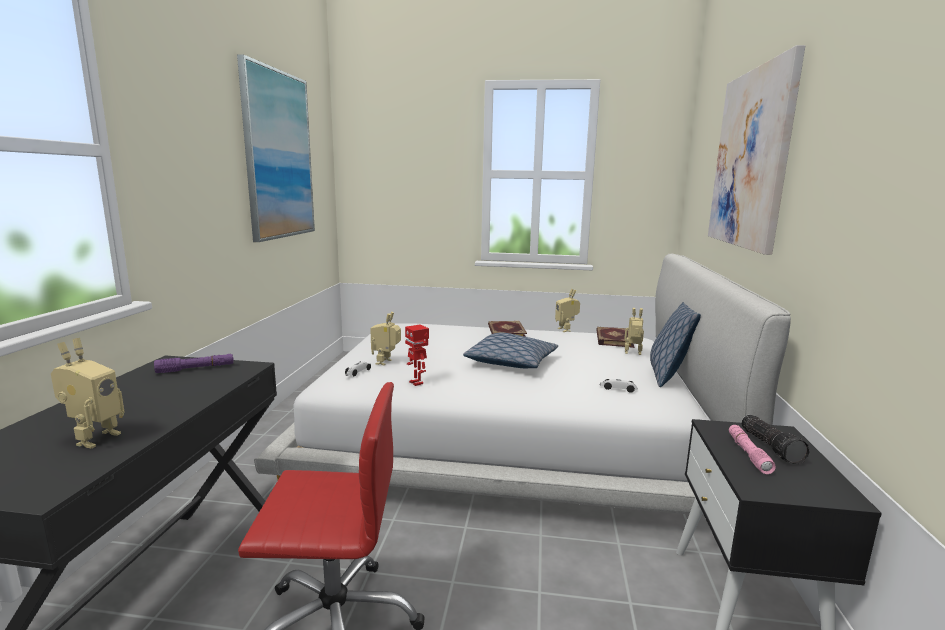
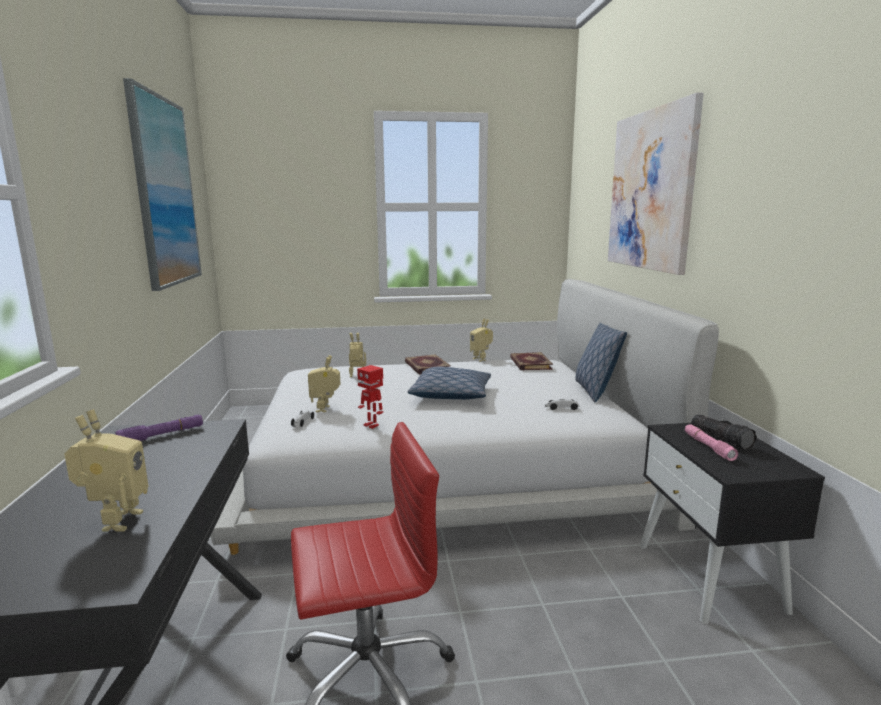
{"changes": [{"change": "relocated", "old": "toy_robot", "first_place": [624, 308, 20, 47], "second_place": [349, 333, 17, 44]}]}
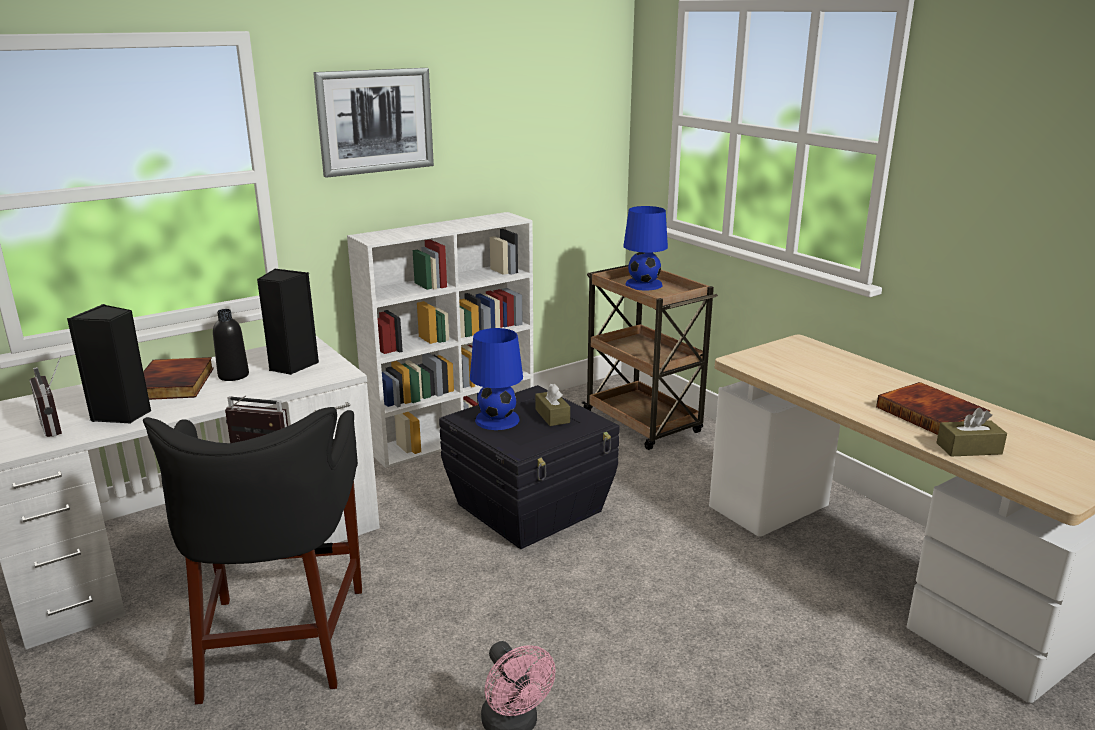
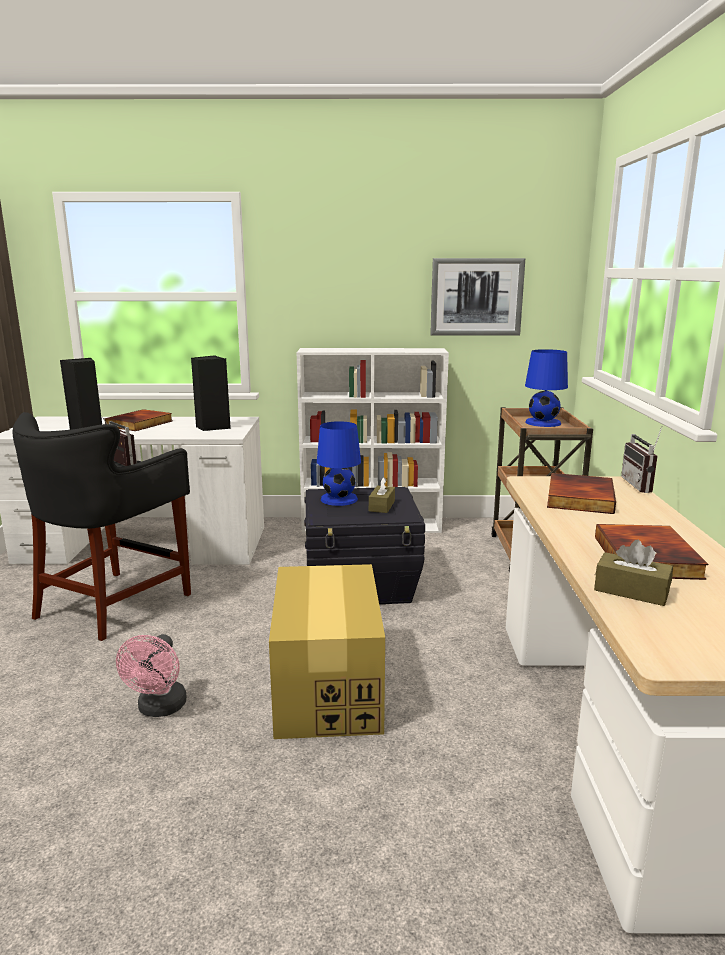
{"changes": [{"change": "relocated", "old": "radio_receiver", "first_place": [29, 356, 33, 81], "second_place": [621, 426, 41, 67]}, {"change": "missing", "old": "blackish_drink_bottle", "first_place": [213, 309, 36, 72]}, {"change": "relocated", "old": "wall_art", "first_place": [313, 68, 121, 110], "second_place": [430, 258, 95, 78]}, {"change": "appeared", "new": "packing_box", "second_place": [269, 564, 116, 175]}, {"change": "appeared", "new": "volume", "second_place": [547, 473, 69, 41]}]}
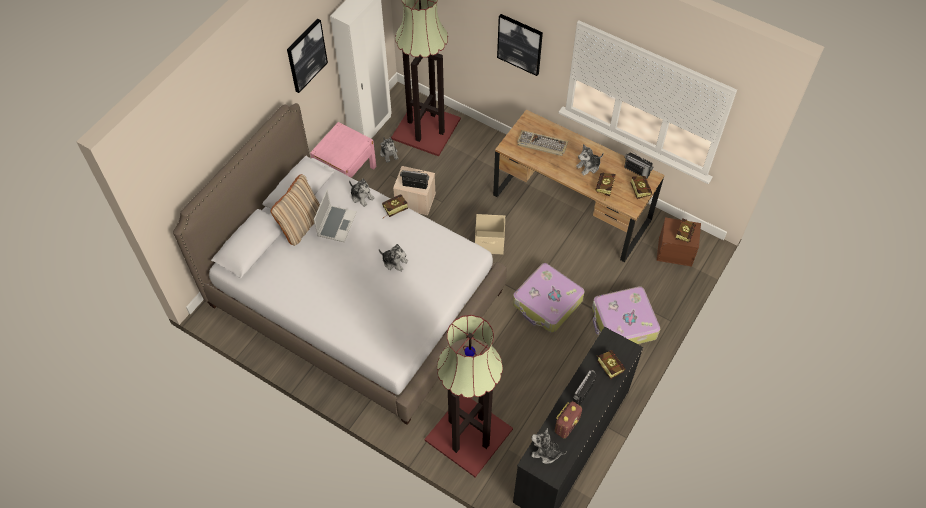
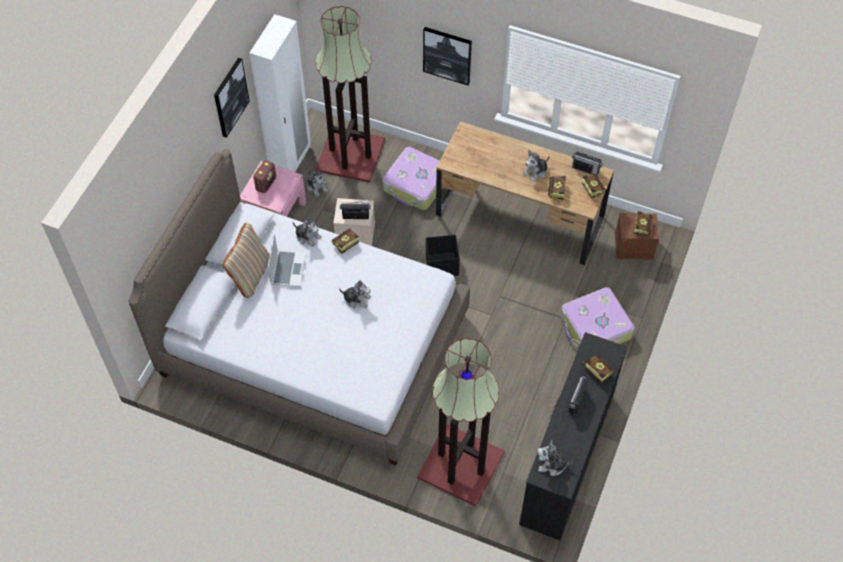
{"changes": [{"change": "colour", "old": "sand-coloured_storage_box", "new": "blackish_storage_box", "first_place": [475, 214, 30, 40], "second_place": [426, 235, 34, 41]}, {"change": "relocated", "old": "suitcase", "first_place": [513, 263, 72, 70], "second_place": [382, 147, 61, 63]}, {"change": "missing", "old": "computer_keyboard", "first_place": [517, 130, 51, 26]}, {"change": "relocated", "old": "radio_receiver", "first_place": [555, 401, 27, 37], "second_place": [253, 160, 23, 33]}]}
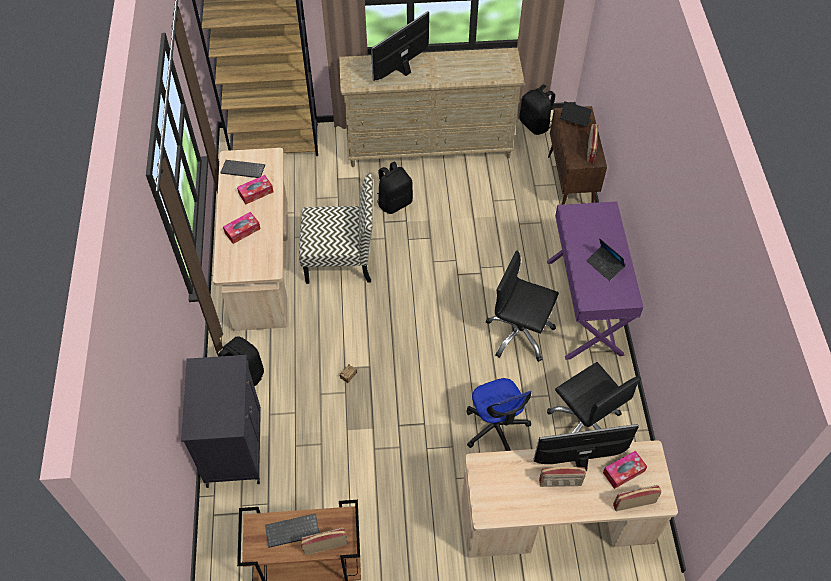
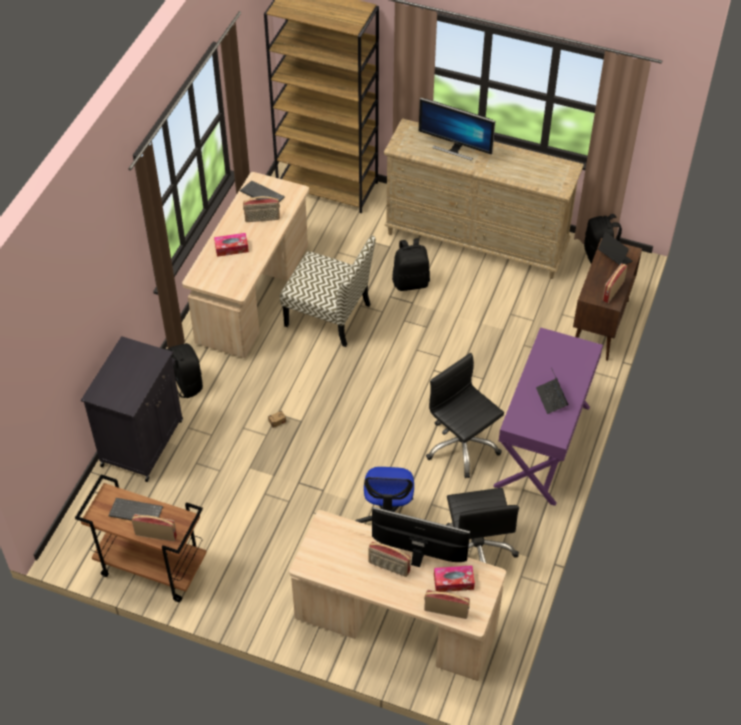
{"changes": [{"change": "exchanged", "old": "tissue_box", "new": "radio_receiver", "first_place": [237, 175, 36, 29], "second_place": [243, 196, 37, 26]}, {"change": "spun", "old": "computer_screen", "first_place": [371, 11, 58, 70], "second_place": [419, 97, 77, 64], "degrees": -135}]}
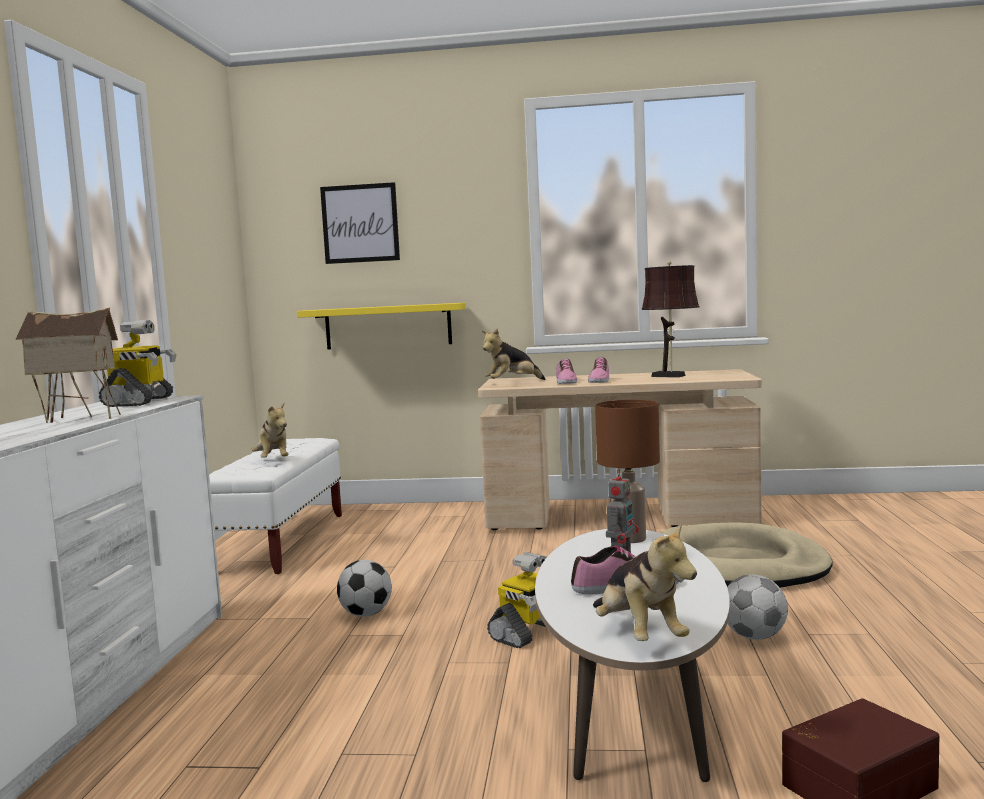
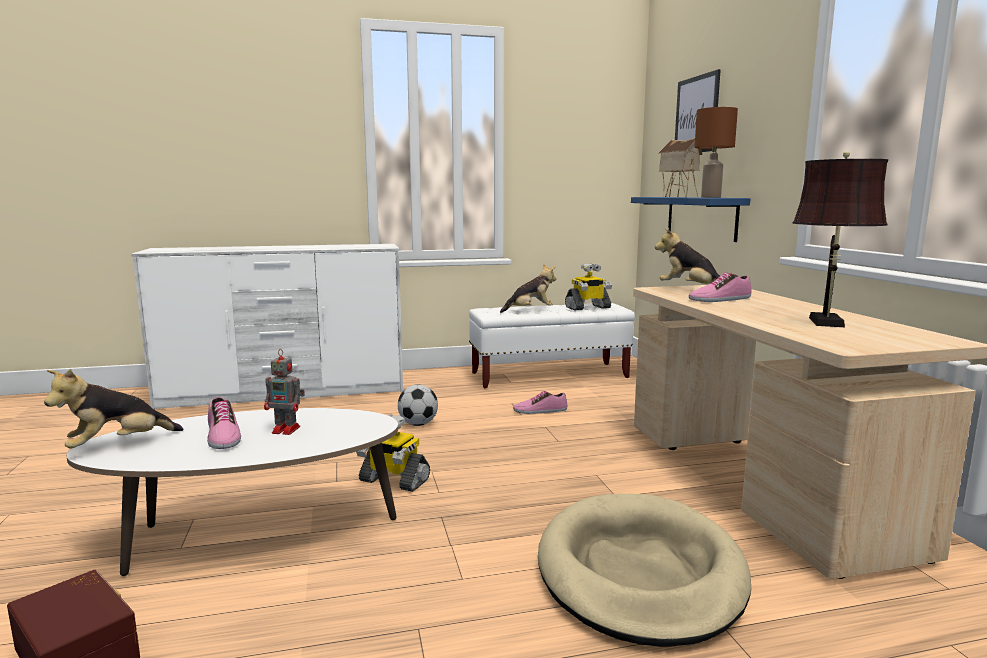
{"changes": [{"change": "relocated", "old": "model_house", "first_place": [15, 307, 106, 116], "second_place": [659, 138, 43, 59]}, {"change": "relocated", "old": "toy_robot", "first_place": [99, 320, 77, 87], "second_place": [565, 263, 47, 47]}, {"change": "spun", "old": "cuddly_toy", "first_place": [252, 402, 36, 56], "second_place": [500, 264, 56, 49], "degrees": -150}, {"change": "colour", "old": "yellowish_shelf", "new": "bluish_shelf", "first_place": [297, 303, 168, 47], "second_place": [631, 197, 119, 45]}, {"change": "relocated", "old": "item_of_footwear", "first_place": [588, 357, 21, 26], "second_place": [513, 391, 54, 23]}, {"change": "relocated", "old": "brown-coloured_lamp_for_a_table", "first_place": [595, 400, 65, 143], "second_place": [695, 107, 43, 91]}, {"change": "missing", "old": "football", "first_place": [727, 574, 61, 66]}]}
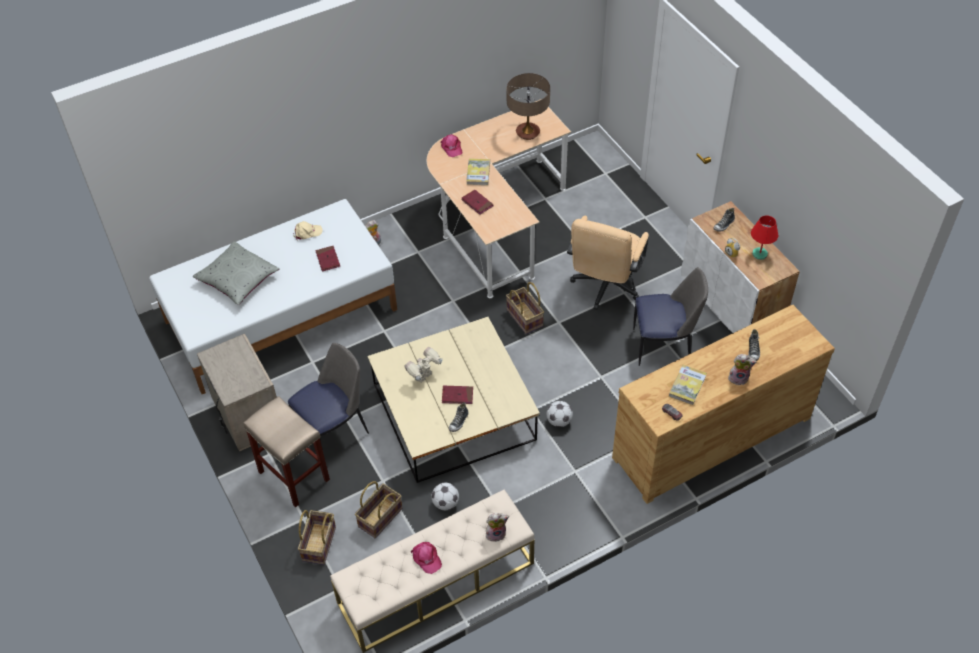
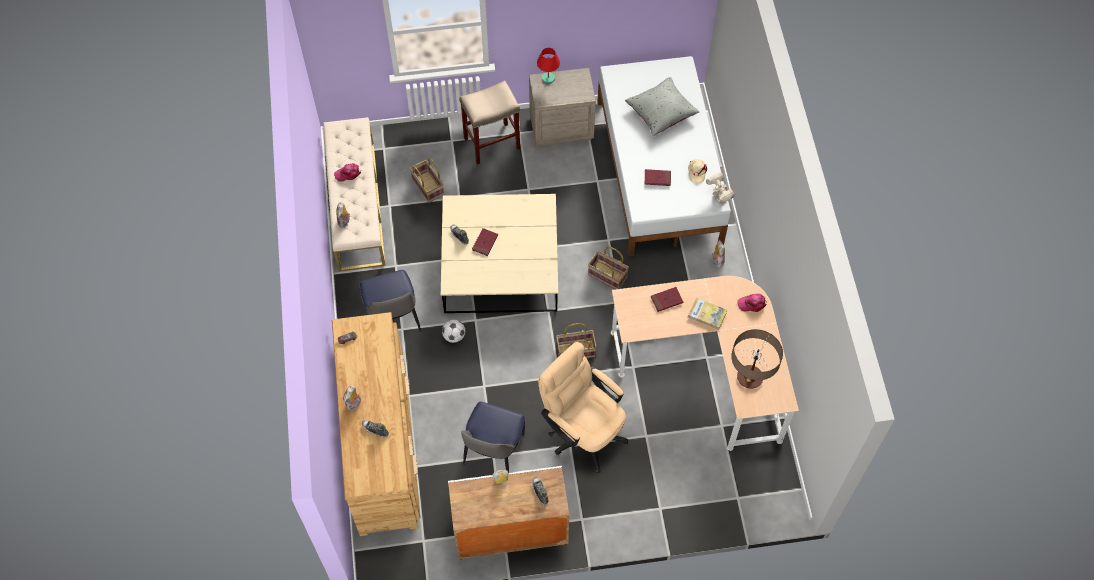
{"changes": [{"change": "relocated", "old": "plain_chair", "first_place": [288, 343, 81, 107], "second_place": [359, 270, 62, 62]}, {"change": "relocated", "old": "storage_basket", "first_place": [298, 510, 38, 55], "second_place": [588, 247, 41, 42]}, {"change": "relocated", "old": "toy_robot", "first_place": [404, 347, 39, 36], "second_place": [706, 172, 29, 32]}, {"change": "missing", "old": "football", "first_place": [431, 483, 28, 27]}, {"change": "missing", "old": "volume", "first_place": [669, 365, 38, 40]}, {"change": "relocated", "old": "reddish_lamp_for_a_table", "first_place": [751, 216, 27, 44], "second_place": [537, 48, 23, 36]}]}
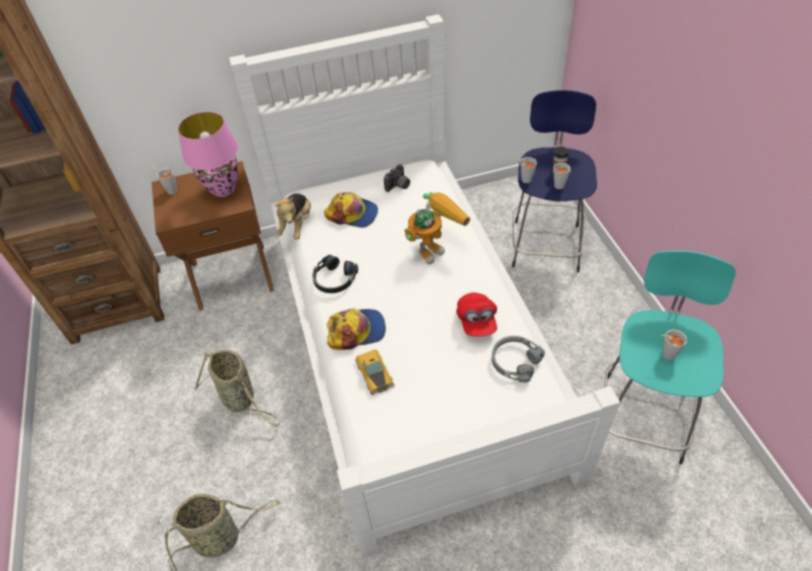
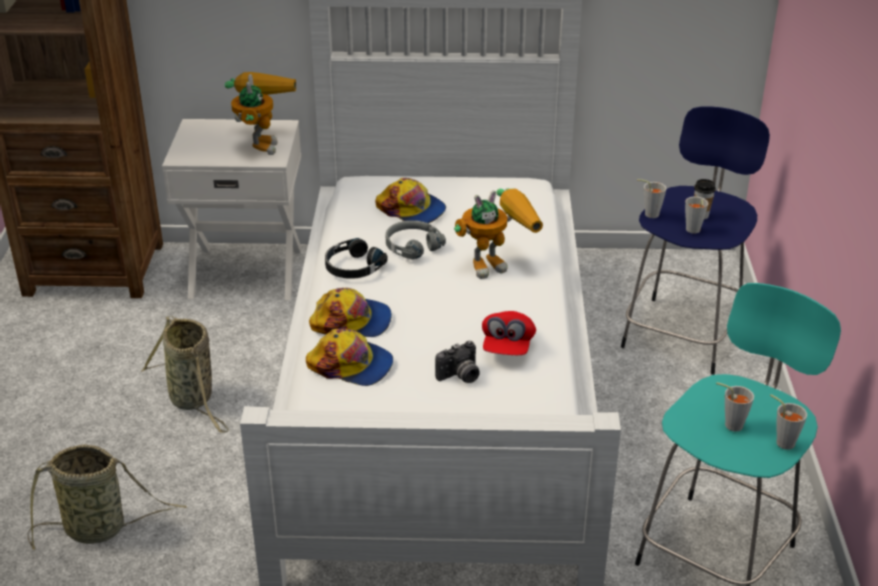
{"changes": [{"change": "relocated", "old": "gray_cup", "first_place": [150, 166, 28, 28], "second_place": [770, 394, 37, 56]}, {"change": "colour", "old": "brown-coloured_nightstand", "new": "whitish_nightstand", "first_place": [152, 161, 122, 150], "second_place": [162, 119, 140, 181]}, {"change": "exchanged", "old": "pink_lamp_for_a_table", "new": "toy_robot", "first_place": [178, 111, 60, 86], "second_place": [225, 72, 71, 83]}, {"change": "missing", "old": "cuddly_toy", "first_place": [275, 193, 36, 46]}, {"change": "exchanged", "old": "miniature_car", "new": "cap", "first_place": [355, 349, 40, 46], "second_place": [306, 328, 87, 58]}, {"change": "relocated", "old": "still_camera", "first_place": [384, 164, 26, 28], "second_place": [435, 341, 45, 42]}, {"change": "relocated", "old": "gray_pair_of_headphones", "first_place": [492, 336, 53, 46], "second_place": [386, 220, 60, 40]}]}
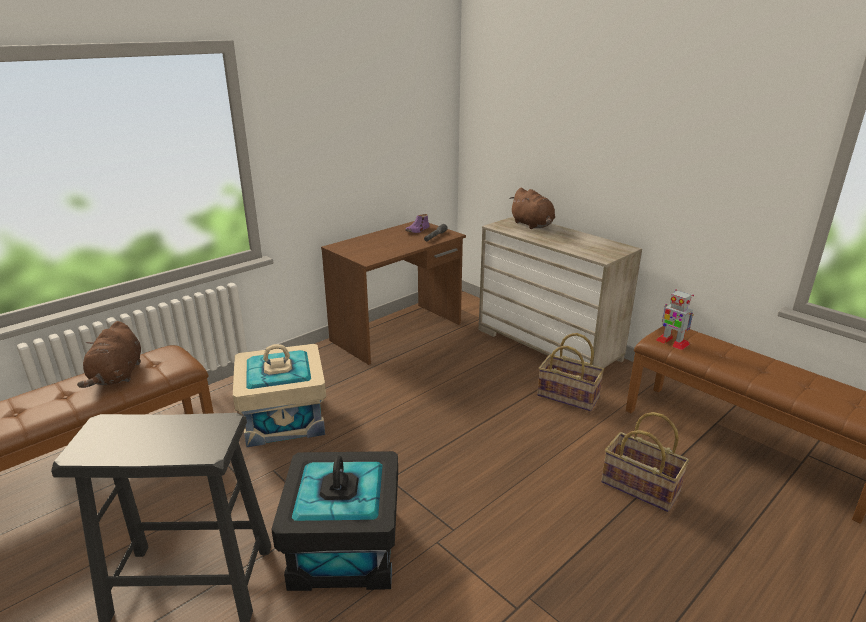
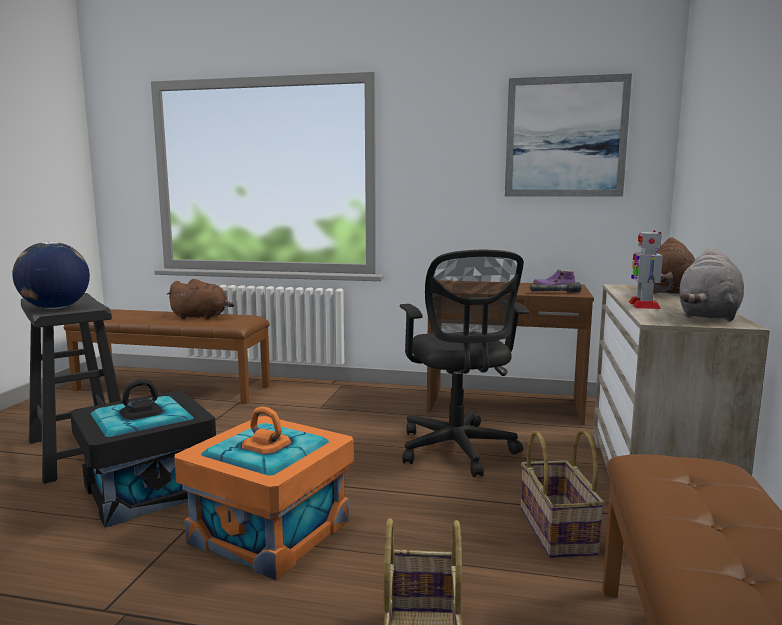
{"changes": [{"change": "spun", "old": "brown-coloured_cuddly_toy", "first_place": [77, 321, 64, 67], "second_place": [166, 279, 68, 40], "degrees": -135}, {"change": "missing", "old": "sand-coloured_storage_box", "first_place": [233, 344, 93, 103]}, {"change": "relocated", "old": "toy_robot", "first_place": [656, 289, 38, 61], "second_place": [629, 230, 34, 79]}, {"change": "appeared", "new": "desk_globe", "second_place": [12, 241, 78, 68]}, {"change": "appeared", "new": "orangey_storage_box", "second_place": [174, 407, 180, 173]}, {"change": "appeared", "new": "blackish_office_chair", "second_place": [400, 250, 129, 227]}, {"change": "appeared", "new": "wall_art", "second_place": [505, 73, 127, 124]}, {"change": "appeared", "new": "gray_cuddly_toy", "second_place": [679, 247, 65, 74]}]}
